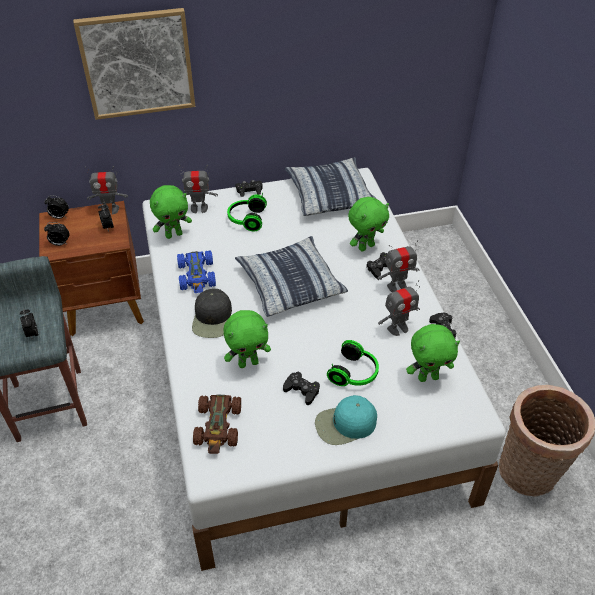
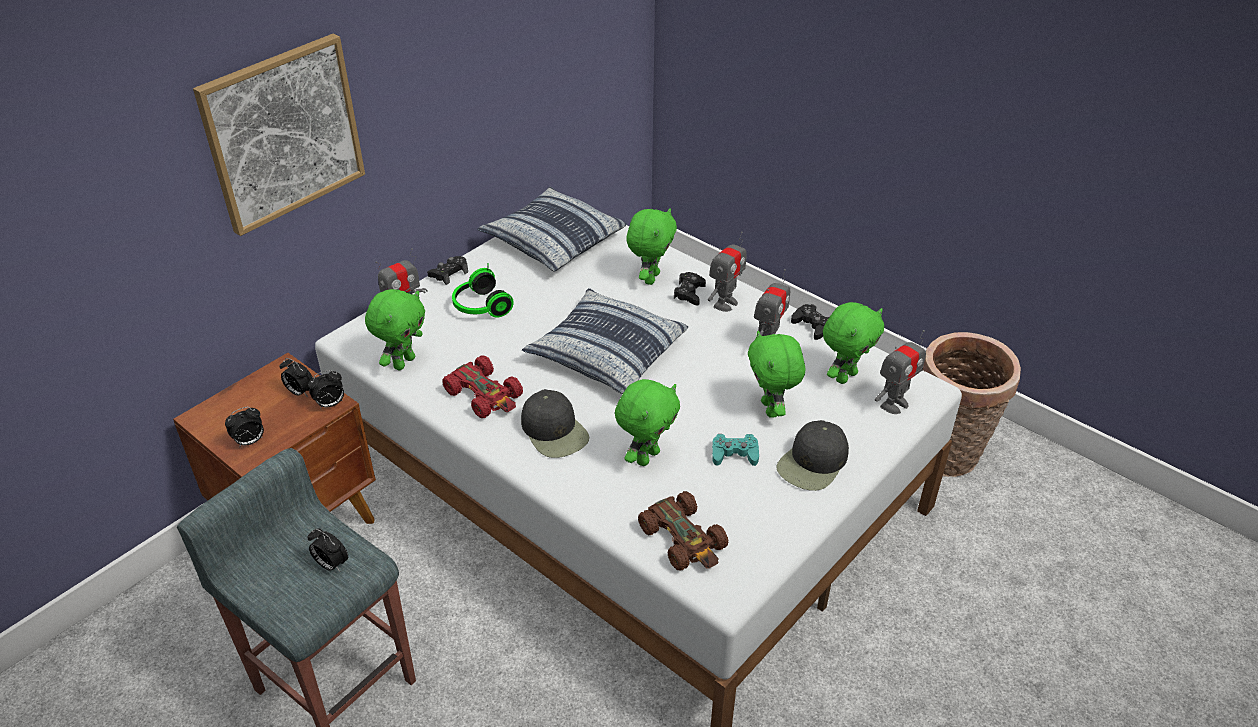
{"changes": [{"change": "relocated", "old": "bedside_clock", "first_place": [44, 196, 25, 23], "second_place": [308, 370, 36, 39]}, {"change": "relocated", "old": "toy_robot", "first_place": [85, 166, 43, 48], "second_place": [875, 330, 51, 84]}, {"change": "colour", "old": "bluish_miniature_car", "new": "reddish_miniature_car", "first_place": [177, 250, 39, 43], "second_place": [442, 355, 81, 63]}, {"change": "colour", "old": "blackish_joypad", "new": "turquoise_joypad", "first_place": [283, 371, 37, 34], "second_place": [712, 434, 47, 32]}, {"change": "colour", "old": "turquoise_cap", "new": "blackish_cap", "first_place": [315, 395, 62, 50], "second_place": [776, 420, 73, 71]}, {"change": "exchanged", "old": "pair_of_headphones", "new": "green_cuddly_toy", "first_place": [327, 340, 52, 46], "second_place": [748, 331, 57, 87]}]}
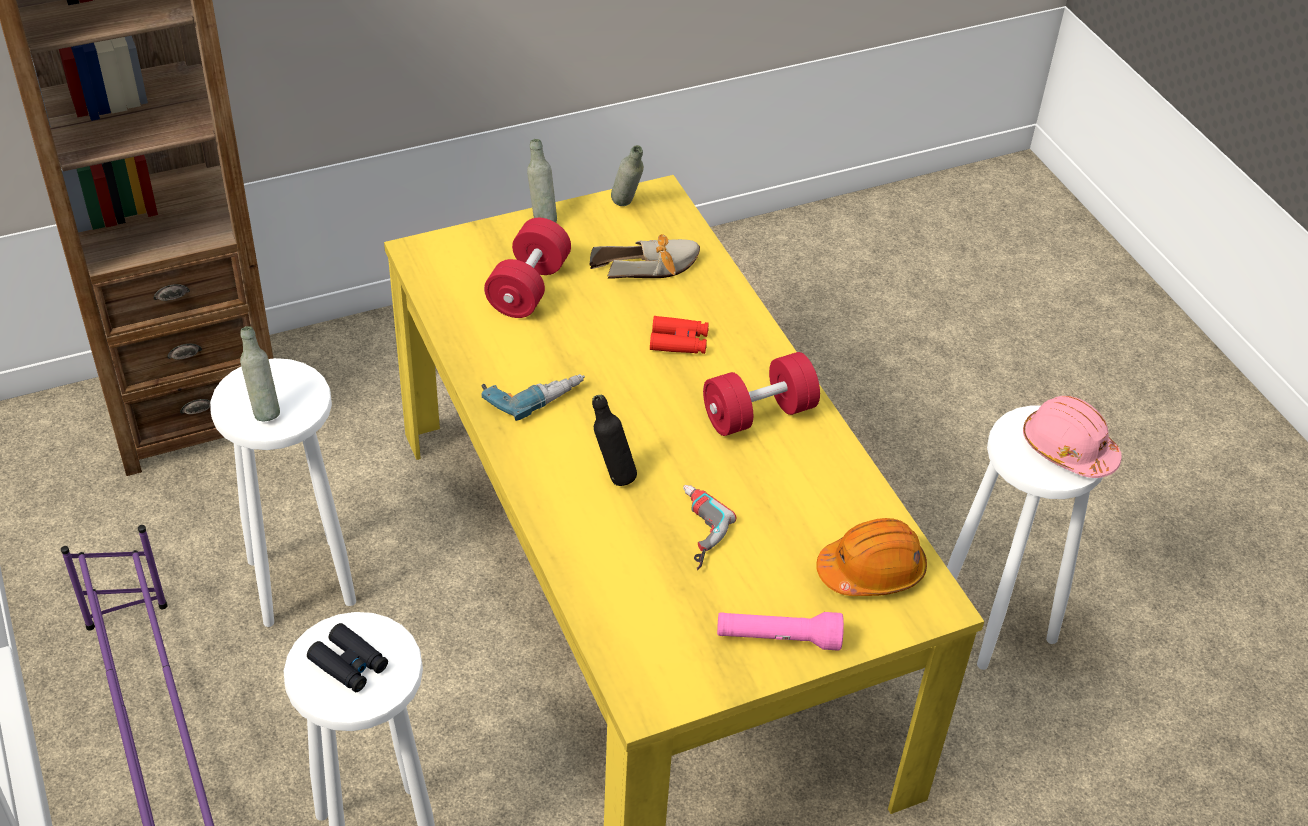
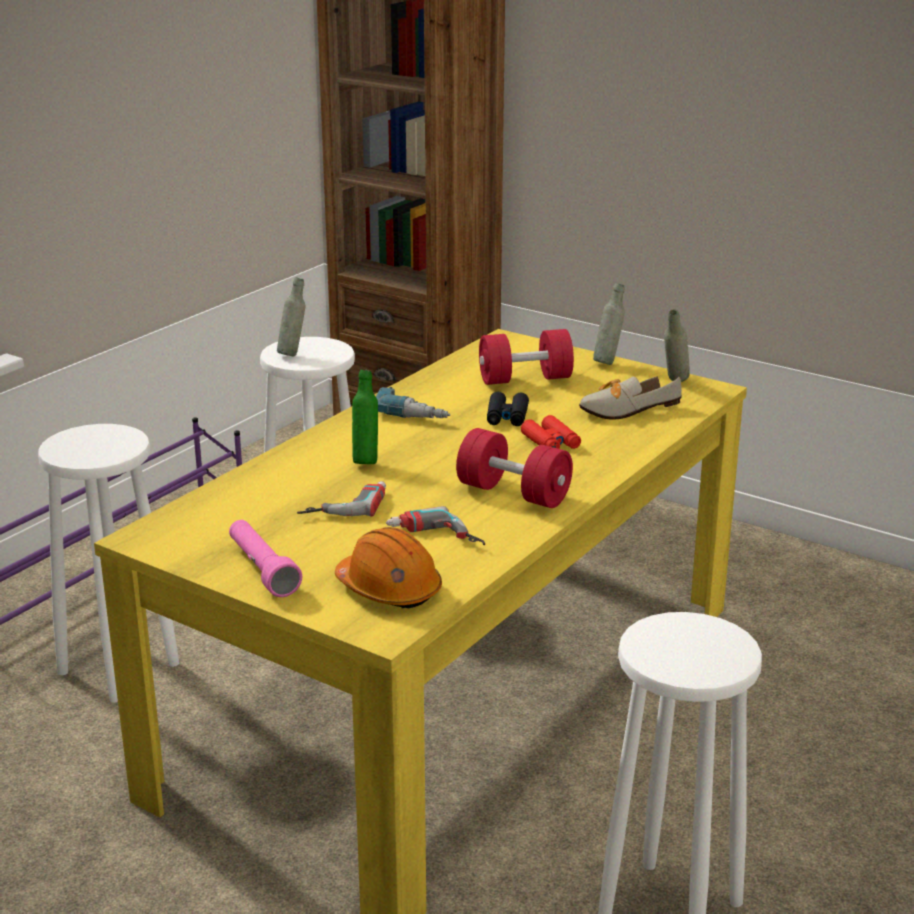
{"changes": [{"change": "relocated", "old": "blackish_binoculars", "first_place": [307, 623, 81, 69], "second_place": [487, 392, 42, 34]}, {"change": "spun", "old": "item_of_footwear", "first_place": [589, 234, 111, 45], "second_place": [579, 376, 103, 44], "degrees": 120}, {"change": "colour", "old": "blackish_drink_bottle", "new": "green_drink_bottle", "first_place": [592, 395, 45, 91], "second_place": [352, 370, 26, 94]}, {"change": "missing", "old": "pink_safety_helmet", "first_place": [1023, 396, 99, 82]}, {"change": "appeared", "new": "electric_drill", "second_place": [386, 506, 99, 39]}]}
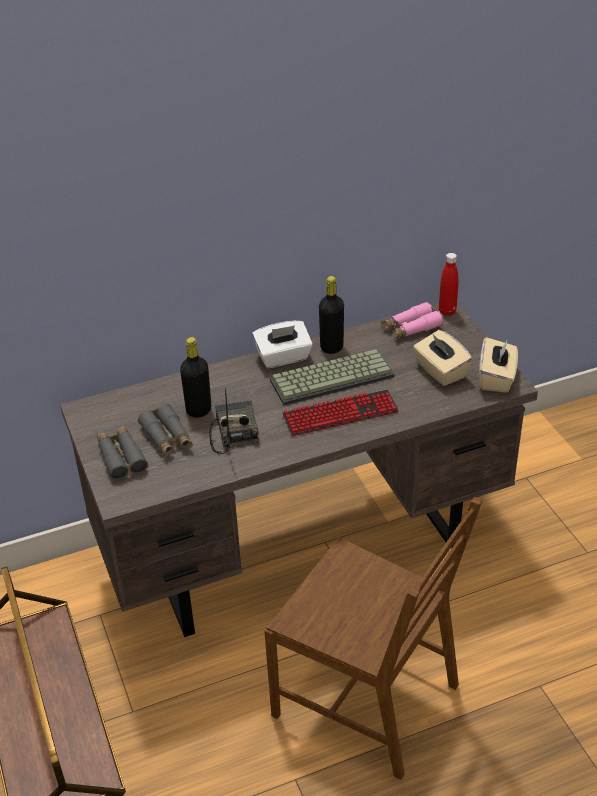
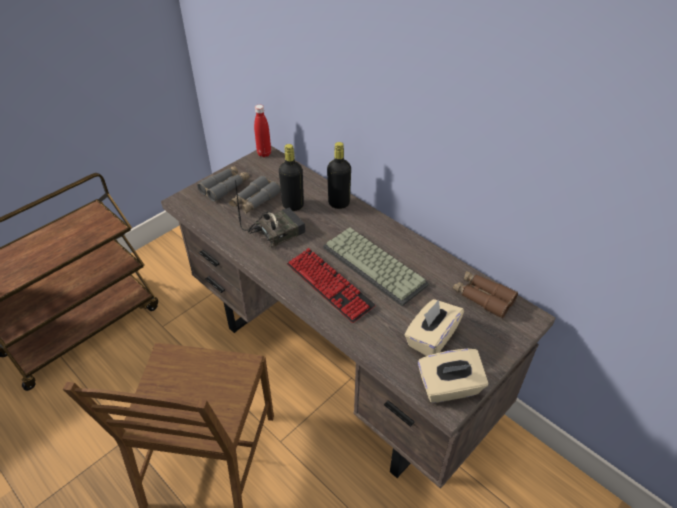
{"changes": [{"change": "missing", "old": "whitish_tissue_box", "first_place": [252, 321, 61, 47]}, {"change": "relocated", "old": "blackish_drink_bottle", "first_place": [319, 276, 25, 78], "second_place": [327, 142, 24, 67]}, {"change": "colour", "old": "pink_binoculars", "new": "brown-coloured_binoculars", "first_place": [381, 302, 62, 37], "second_place": [453, 271, 65, 47]}, {"change": "relocated", "old": "reddish_drink_bottle", "first_place": [439, 253, 20, 63], "second_place": [254, 105, 17, 52]}]}
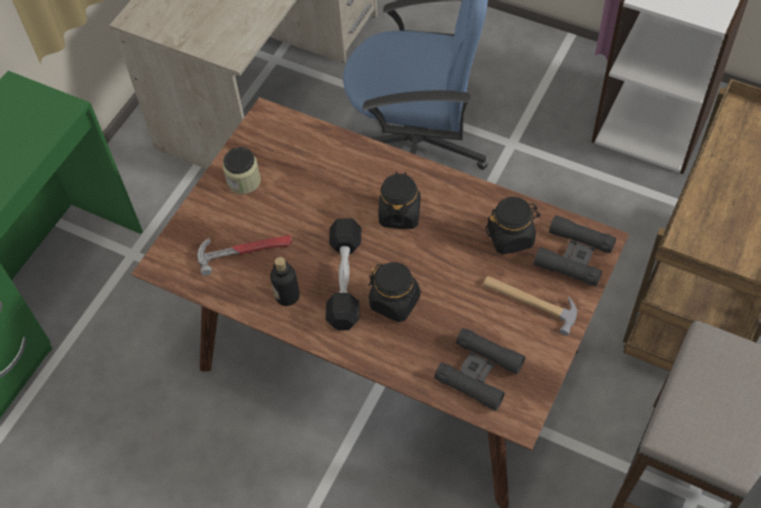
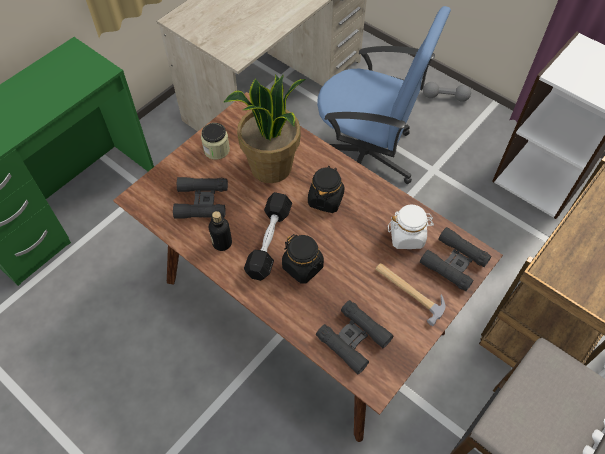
{"changes": [{"change": "exchanged", "old": "hand_hammer", "new": "blackish_binoculars", "first_place": [197, 235, 95, 41], "second_place": [173, 177, 55, 42]}, {"change": "colour", "old": "blackish_storage_jar", "new": "whitish_storage_jar", "first_place": [485, 197, 56, 58], "second_place": [388, 205, 46, 44]}, {"change": "appeared", "new": "plant_in_a_pot", "second_place": [224, 74, 82, 109]}, {"change": "appeared", "new": "gray_dumbbell", "second_place": [423, 82, 48, 20]}]}
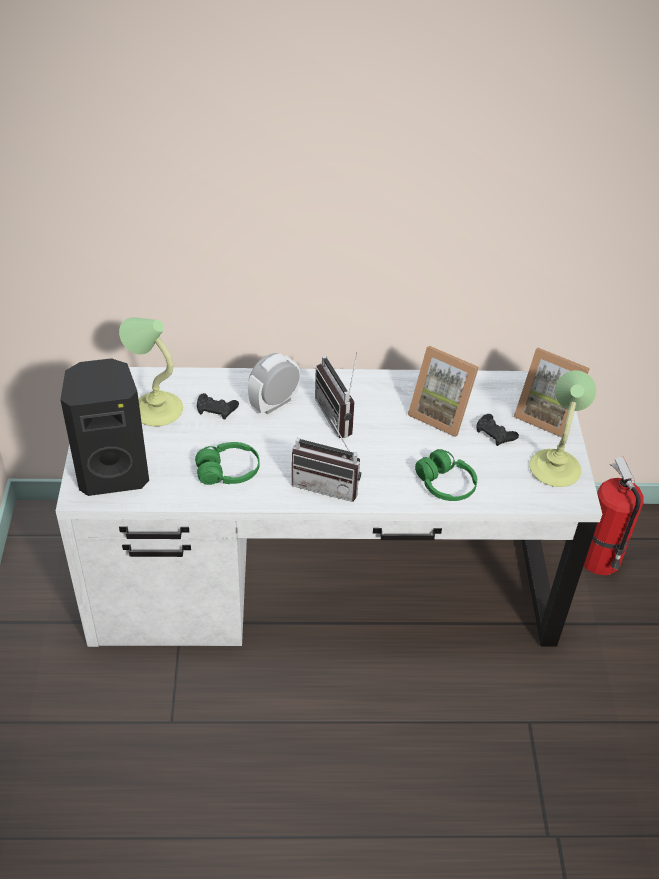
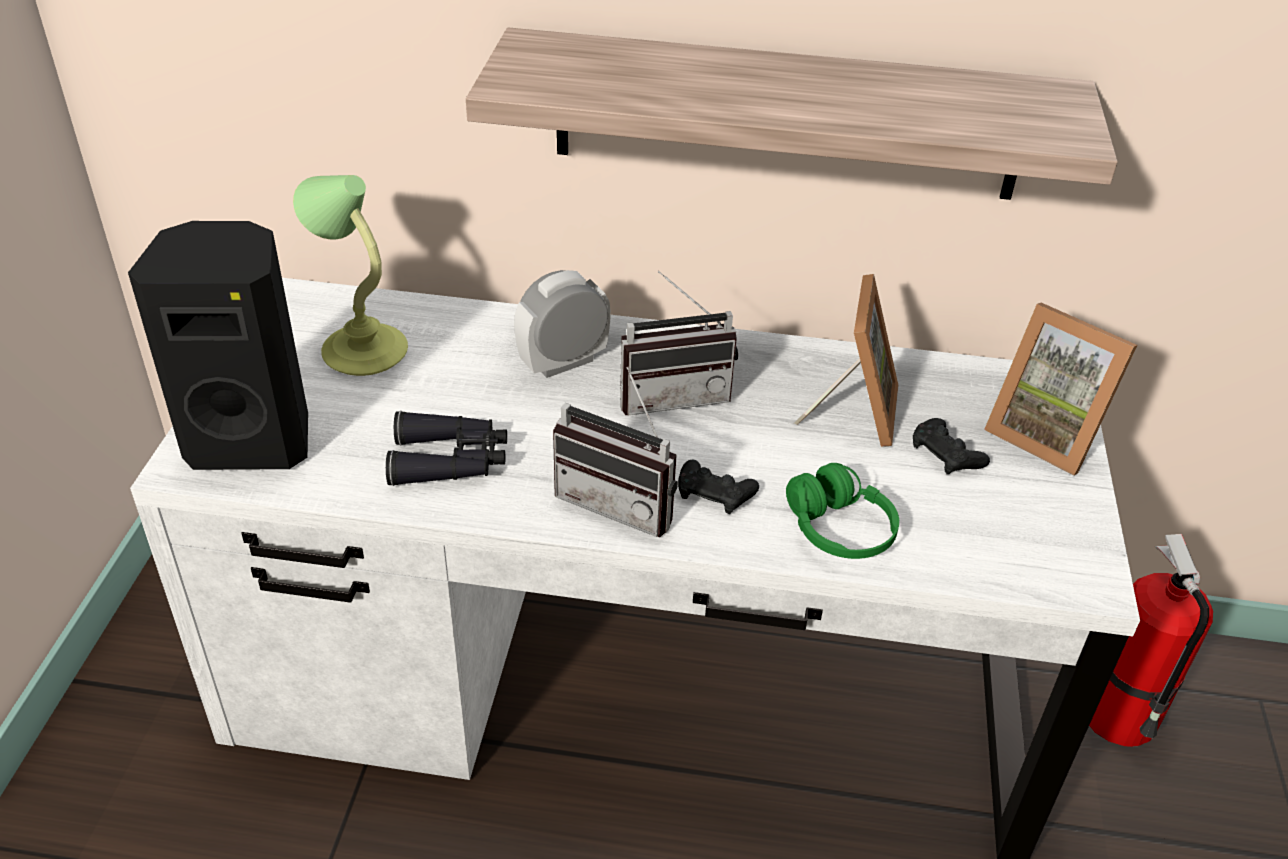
{"changes": [{"change": "exchanged", "old": "green_pair_of_headphones", "new": "blackish_binoculars", "first_place": [195, 442, 65, 43], "second_place": [386, 411, 121, 75]}, {"change": "relocated", "old": "blackish_joypad", "first_place": [197, 393, 42, 27], "second_place": [678, 460, 81, 54]}, {"change": "spun", "old": "radio_receiver", "first_place": [315, 352, 42, 86], "second_place": [620, 271, 118, 144], "degrees": -90}, {"change": "spun", "old": "standing_frame", "first_place": [408, 346, 71, 91], "second_place": [794, 274, 104, 173], "degrees": -120}, {"change": "missing", "old": "lamp_for_a_table", "first_place": [529, 370, 67, 117]}, {"change": "appeared", "new": "shelf", "second_place": [466, 27, 652, 173]}]}
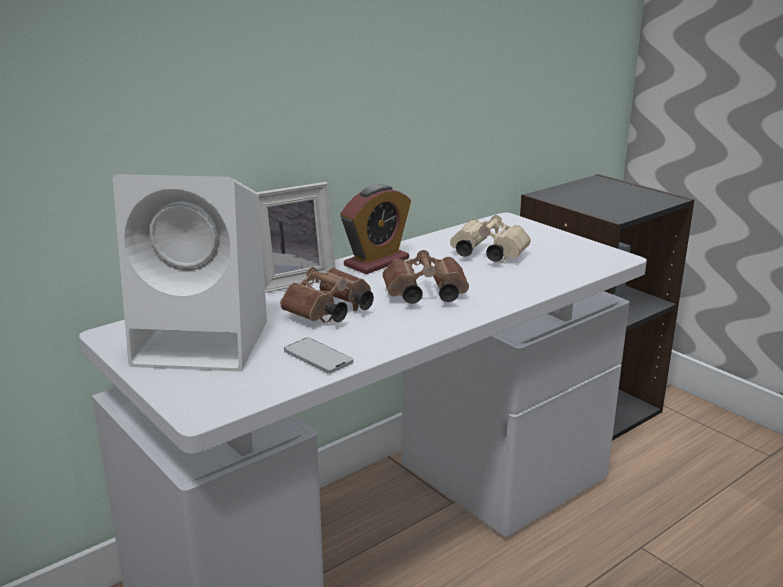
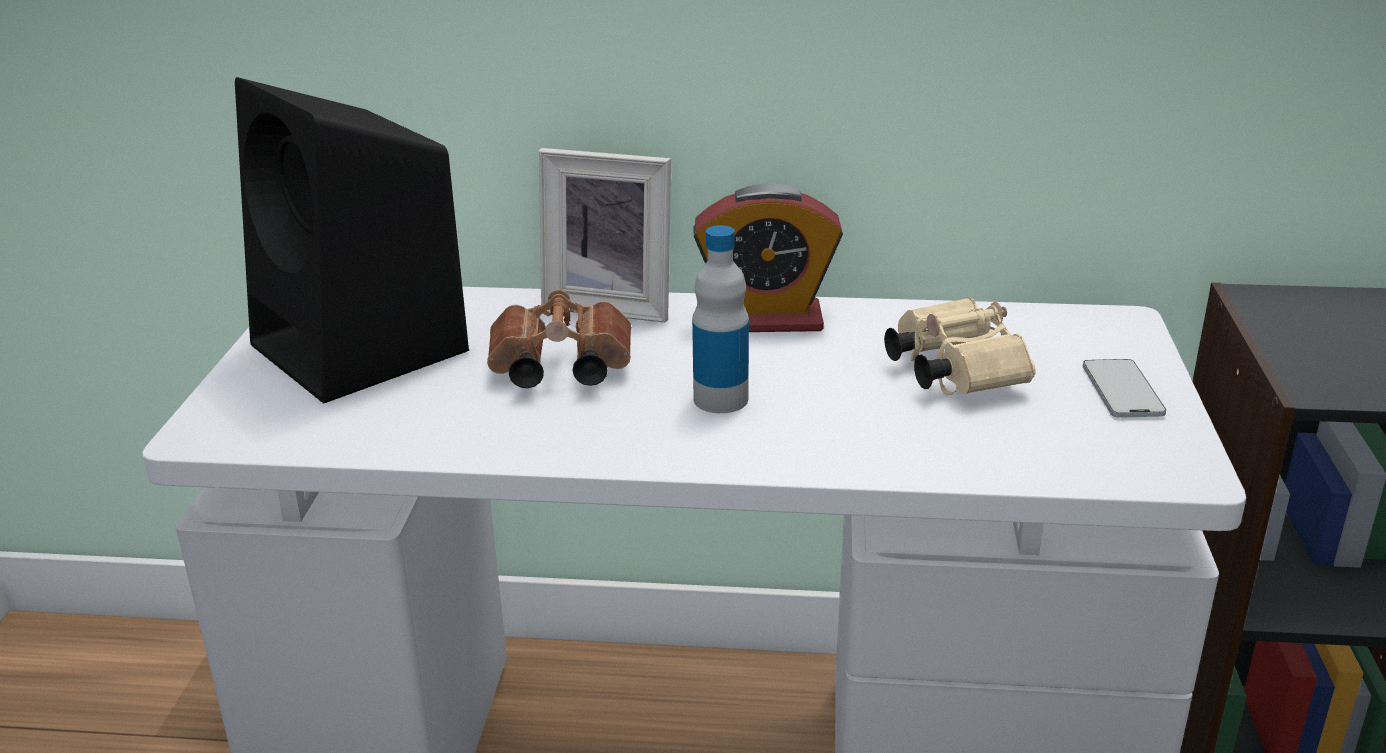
{"changes": [{"change": "colour", "old": "whitish_audio_speaker", "new": "blackish_audio_speaker", "first_place": [113, 174, 154, 198], "second_place": [235, 77, 234, 326]}, {"change": "relocated", "old": "phone", "first_place": [284, 338, 69, 36], "second_place": [1083, 359, 83, 59]}, {"change": "exchanged", "old": "brown-coloured_binoculars", "new": "drink_bottle", "first_place": [382, 250, 87, 54], "second_place": [692, 225, 57, 188]}]}
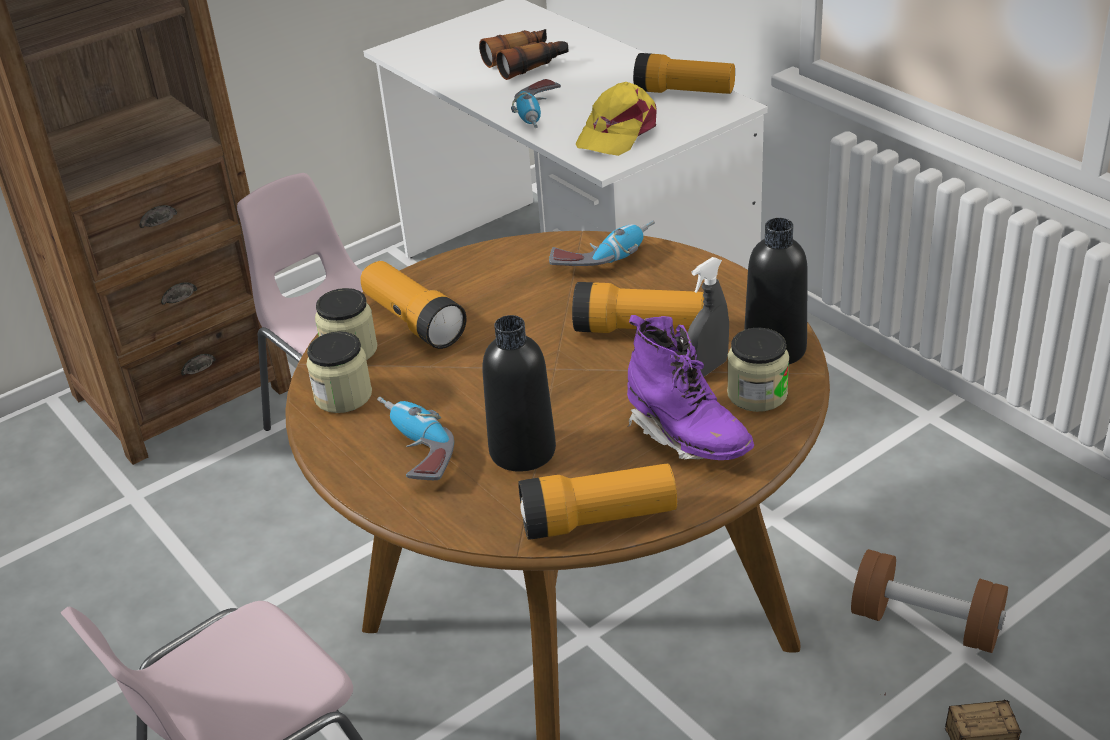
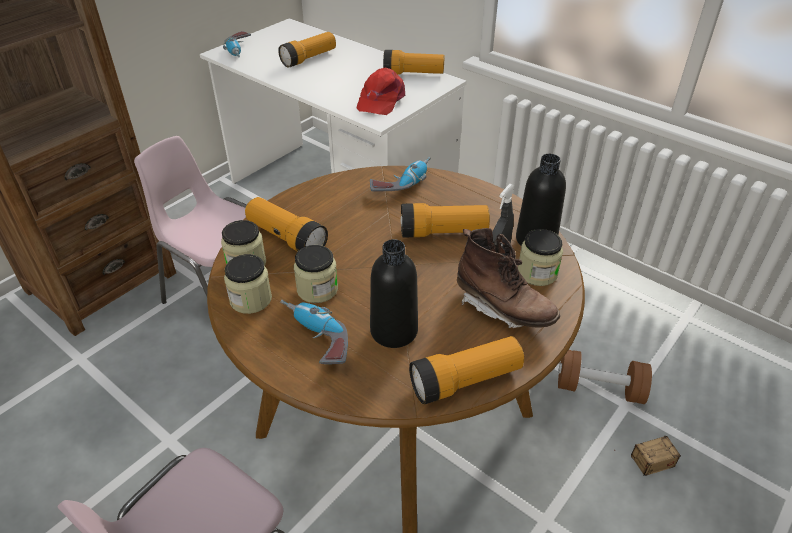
{"changes": [{"change": "exchanged", "old": "binoculars", "new": "flashlight", "first_place": [479, 29, 89, 51], "second_place": [278, 32, 58, 36]}, {"change": "relocated", "old": "electric_drill", "first_place": [511, 79, 50, 49], "second_place": [223, 31, 28, 26]}, {"change": "colour", "old": "yellowish_cap", "new": "reddish_cap", "first_place": [576, 82, 81, 74], "second_place": [356, 68, 49, 47]}, {"change": "colour", "old": "purple_tall_boot", "new": "brown-coloured_tall_boot", "first_place": [627, 315, 127, 145], "second_place": [457, 228, 103, 100]}, {"change": "appeared", "new": "storage_jar", "second_place": [294, 245, 44, 58]}]}
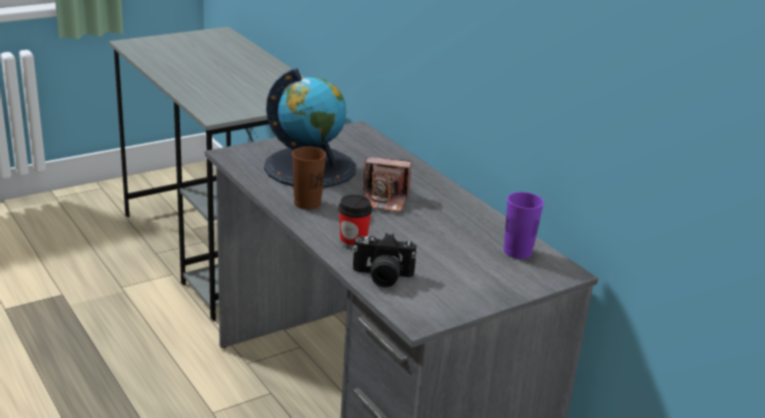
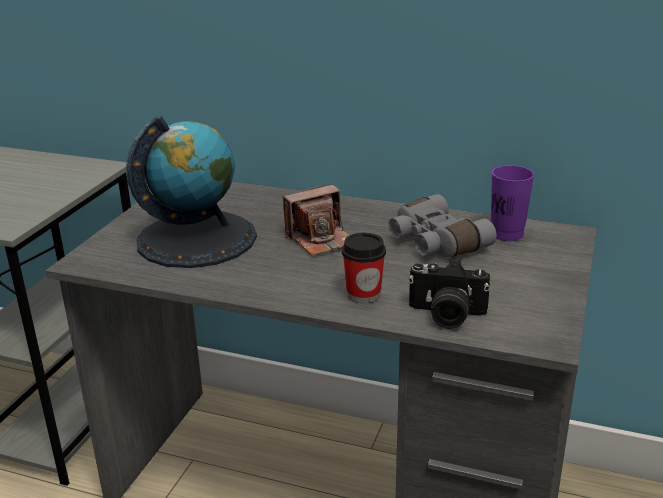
{"changes": [{"change": "missing", "old": "brown-coloured_cup", "first_place": [292, 147, 34, 62]}, {"change": "spun", "old": "still_camera", "first_place": [353, 233, 63, 55], "second_place": [408, 259, 82, 70], "degrees": 45}, {"change": "appeared", "new": "gray_binoculars", "second_place": [388, 194, 109, 64]}]}
